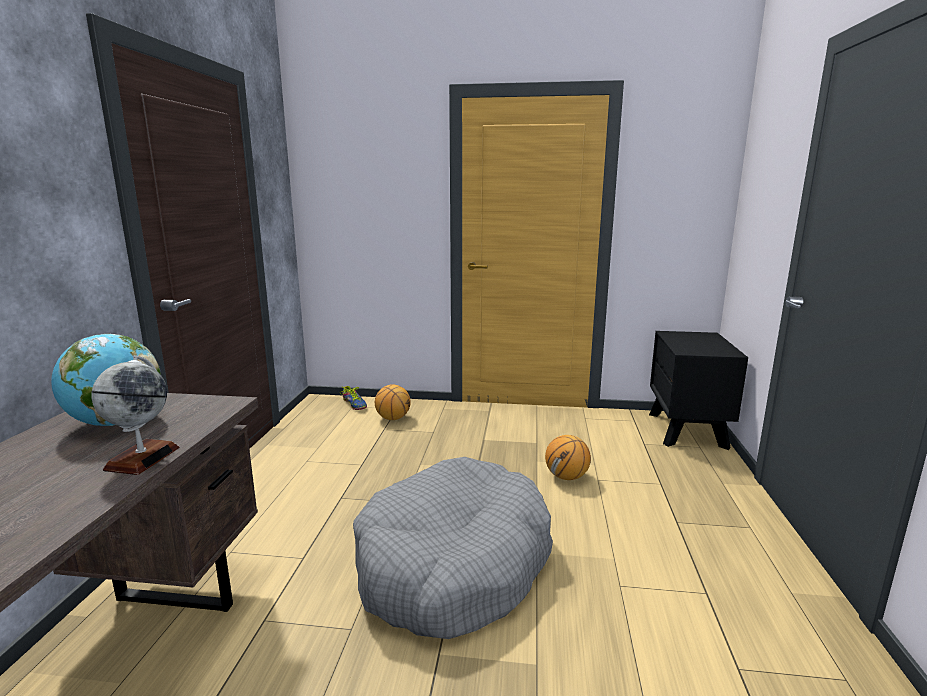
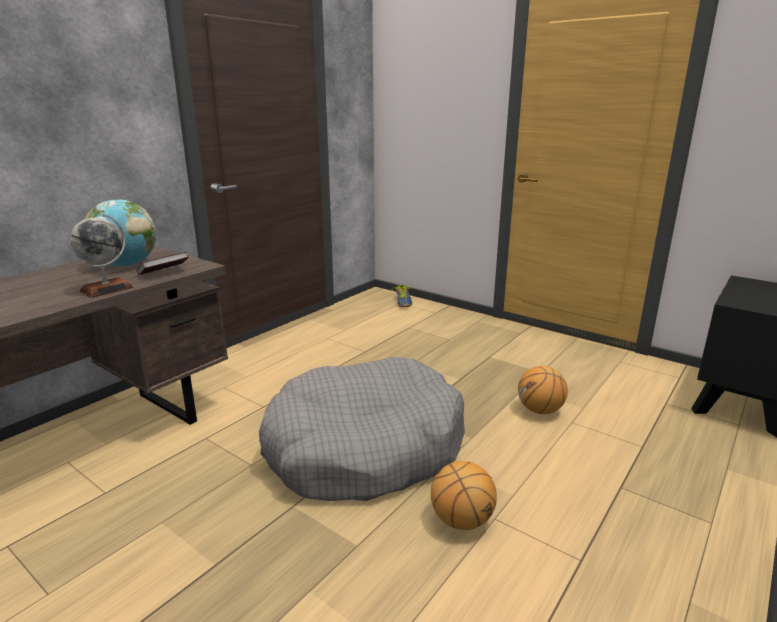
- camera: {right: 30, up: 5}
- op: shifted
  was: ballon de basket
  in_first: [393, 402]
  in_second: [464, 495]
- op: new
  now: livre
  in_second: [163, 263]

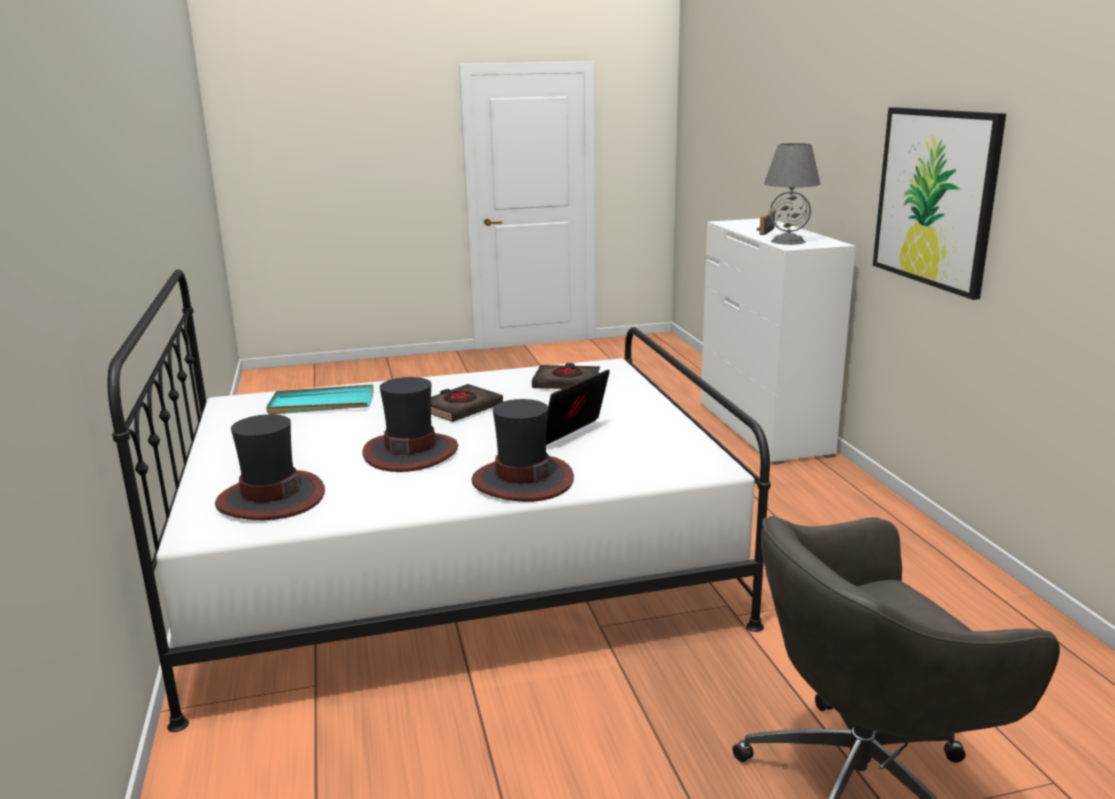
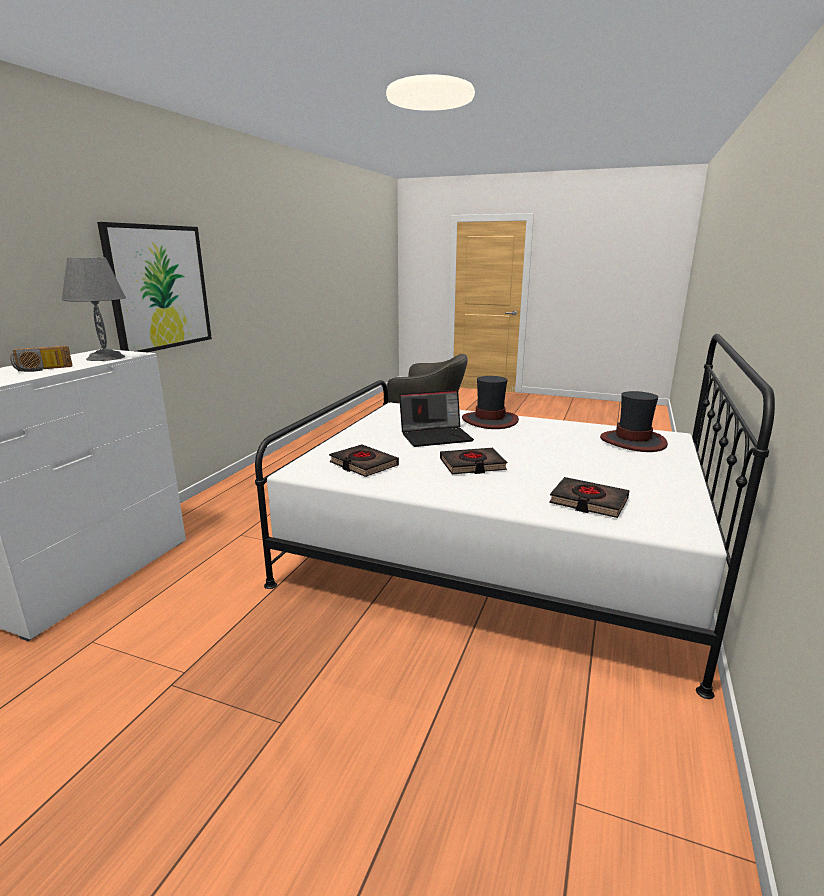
- camera: {right: -145, up: 0}
- op: swapped
  was: plateau (turquoise)
  now: livre (noir)
  in_first: [320, 399]
  in_second: [589, 497]
- op: gone
  was: chapeau
  in_first: [410, 424]

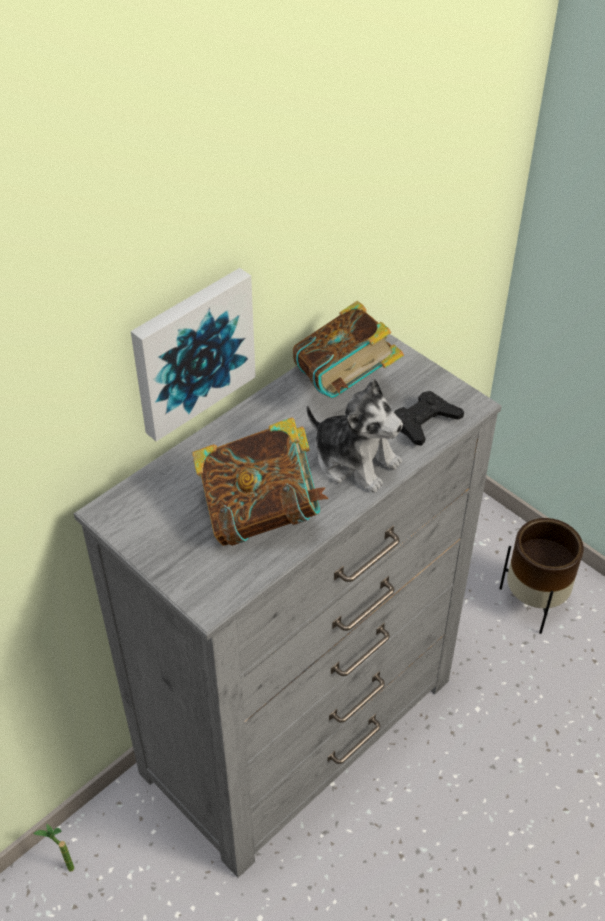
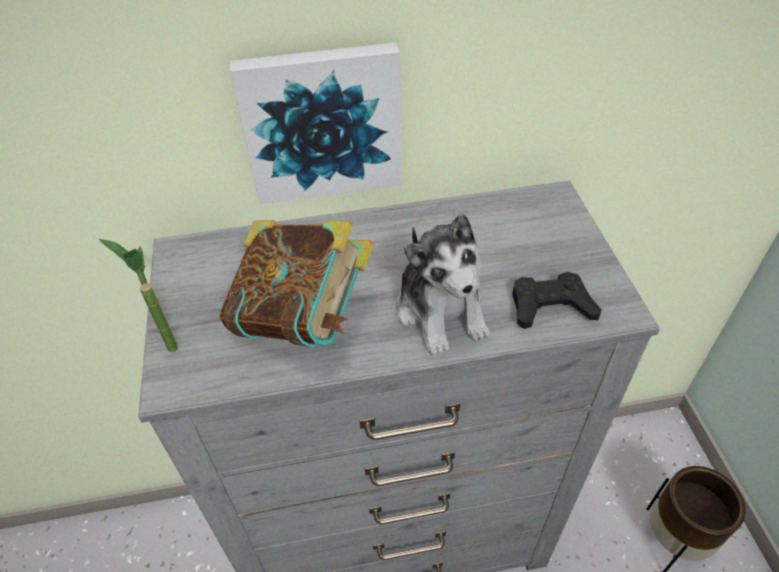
- camera: {right: 35, up: 0}
- op: shifted
  was: plante en pot
  in_first: [53, 847]
  in_second: [138, 295]
- op: gone
  was: livre
  in_first: [348, 349]

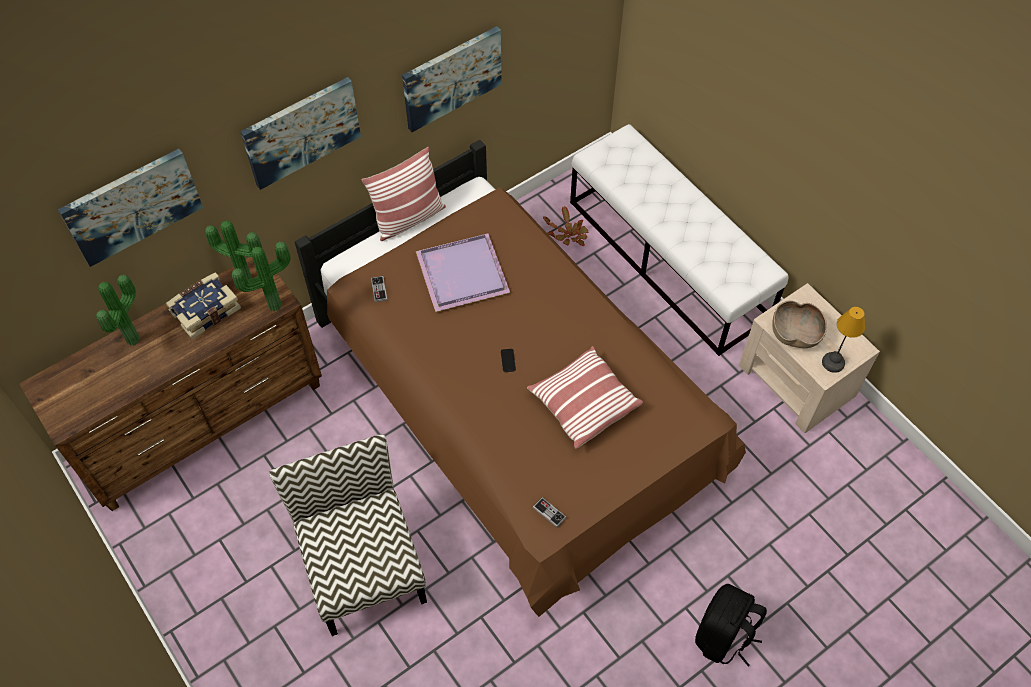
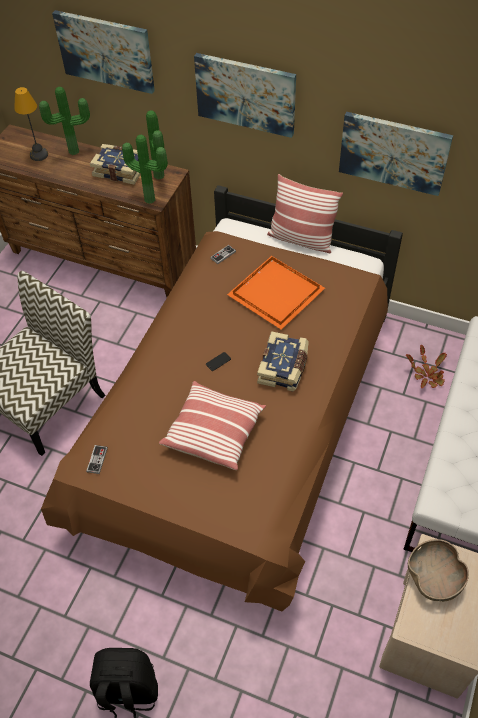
- camera: {right: 60, up: -5}
- op: repainted
  was: plateau (violet)
  now: plateau (orange)
  in_first: [463, 272]
  in_second: [276, 293]
- op: shifted
  was: lampe de table
  in_first: [843, 340]
  in_second: [31, 124]
- op: new
  now: livre
  in_second: [283, 361]

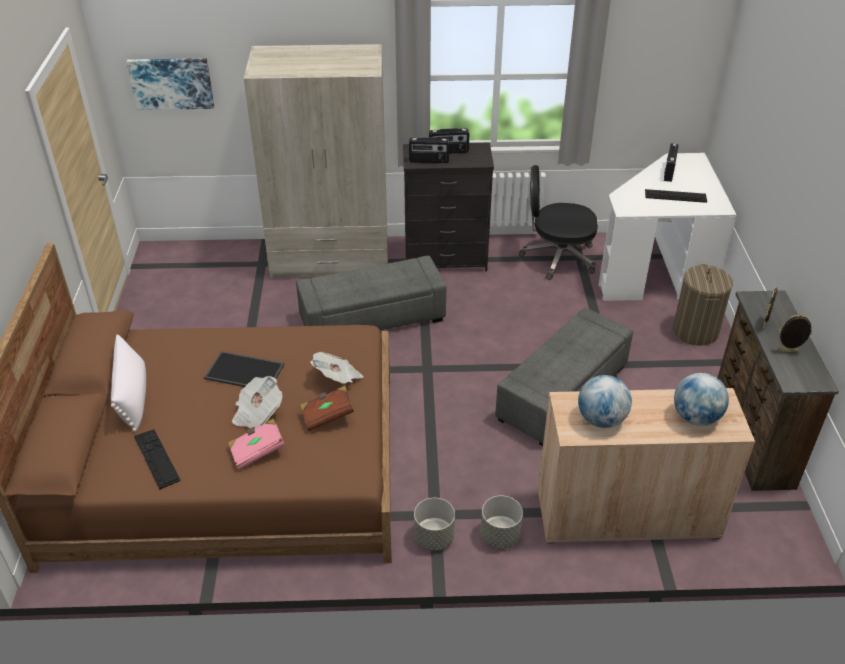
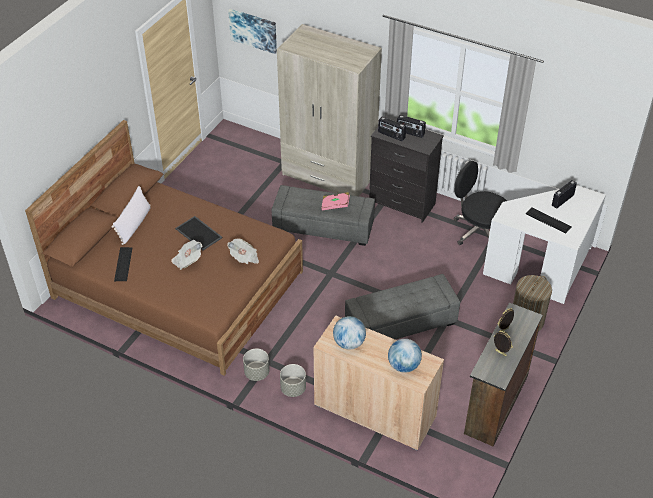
- camera: {right: 30, up: 5}
- op: shifted
  was: livre (rose)
  in_first: [256, 444]
  in_second: [335, 201]
- op: gone
  was: livre (marron)
  in_first: [327, 408]

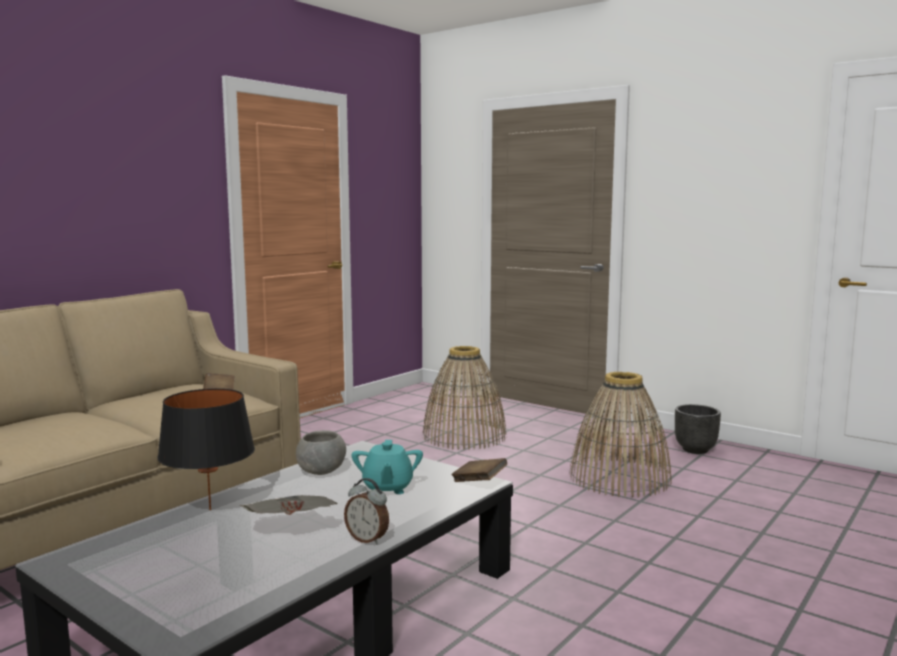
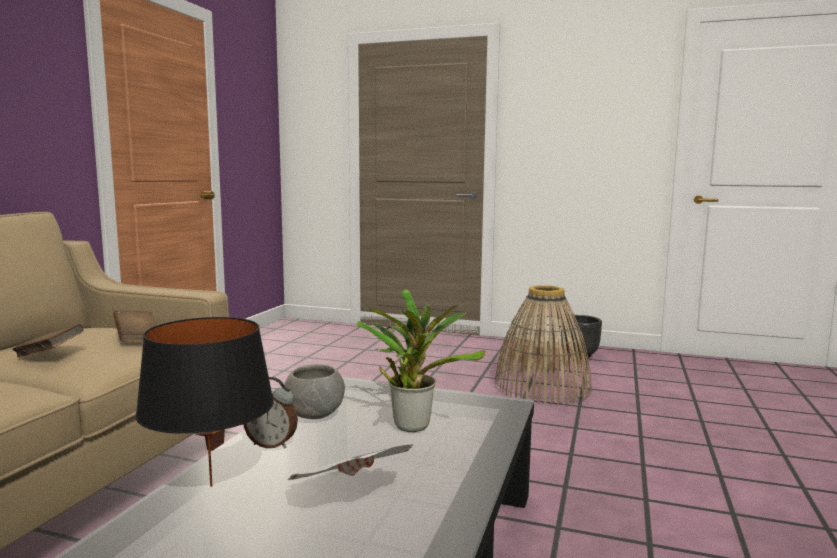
- camera: {right: -20, up: 0}
- op: shifted
  was: réveil
  in_first: [366, 511]
  in_second: [270, 412]
- op: swapped
  was: théière (turquoise)
  now: plante en pot
  in_first: [387, 467]
  in_second: [421, 360]
- op: gone
  was: panier
  in_first: [464, 398]
- op: shifted
  was: livre (marron)
  in_first: [479, 470]
  in_second: [48, 340]

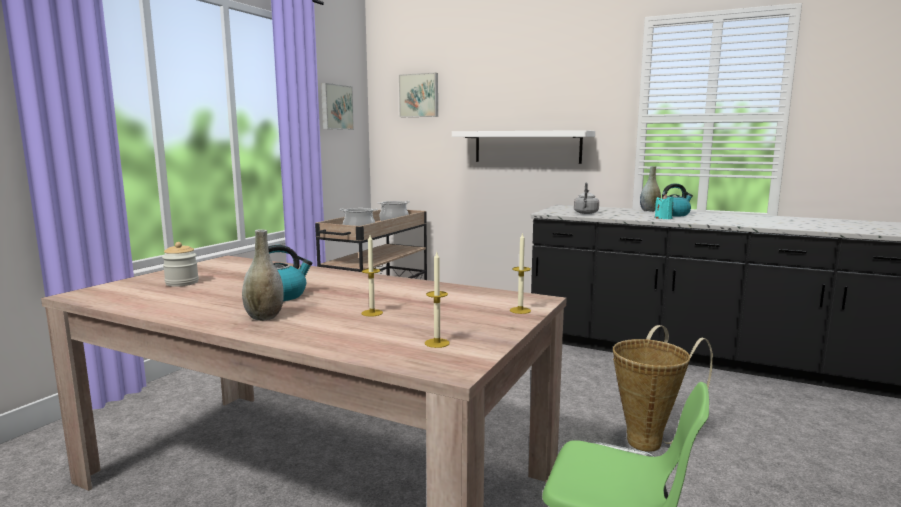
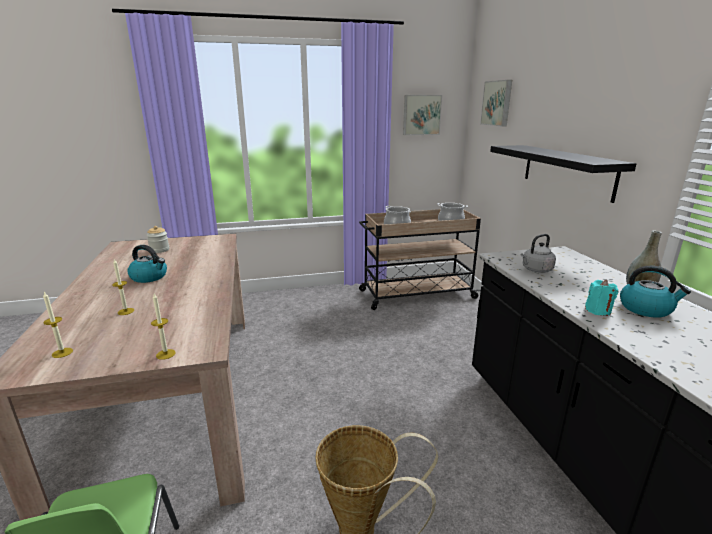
- camera: {right: 50, up: 10}
- op: gone
  was: vase (gris)
  in_first: [263, 275]
- op: repainted
  was: étagère (blanc)
  now: étagère (noir)
  in_first: [523, 147]
  in_second: [563, 174]

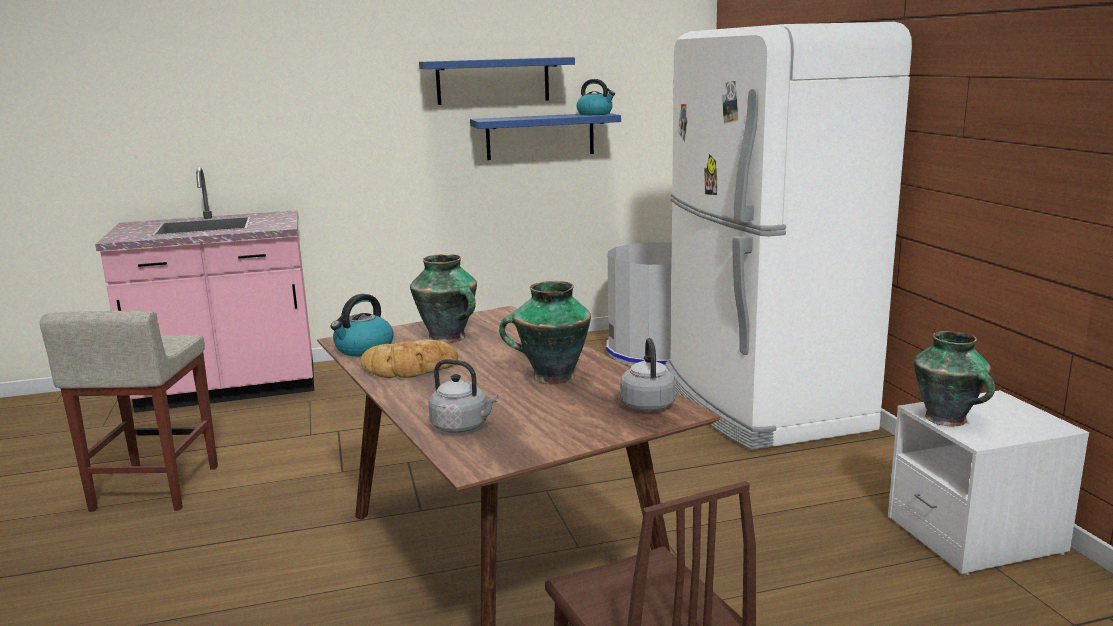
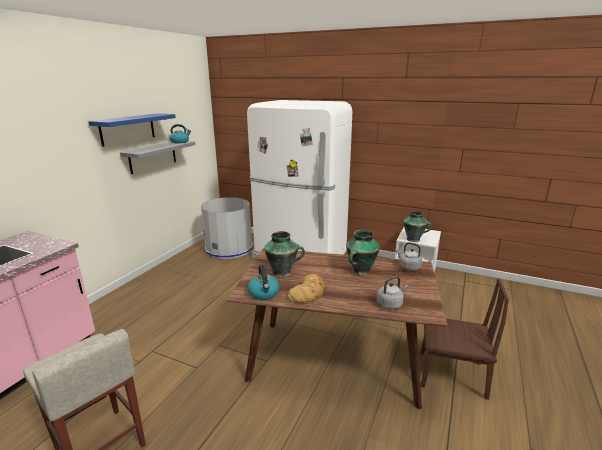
- camera: {right: -50, up: 5}
- op: repainted
  was: étagère (bleu)
  now: étagère (gris)
  in_first: [545, 136]
  in_second: [158, 157]

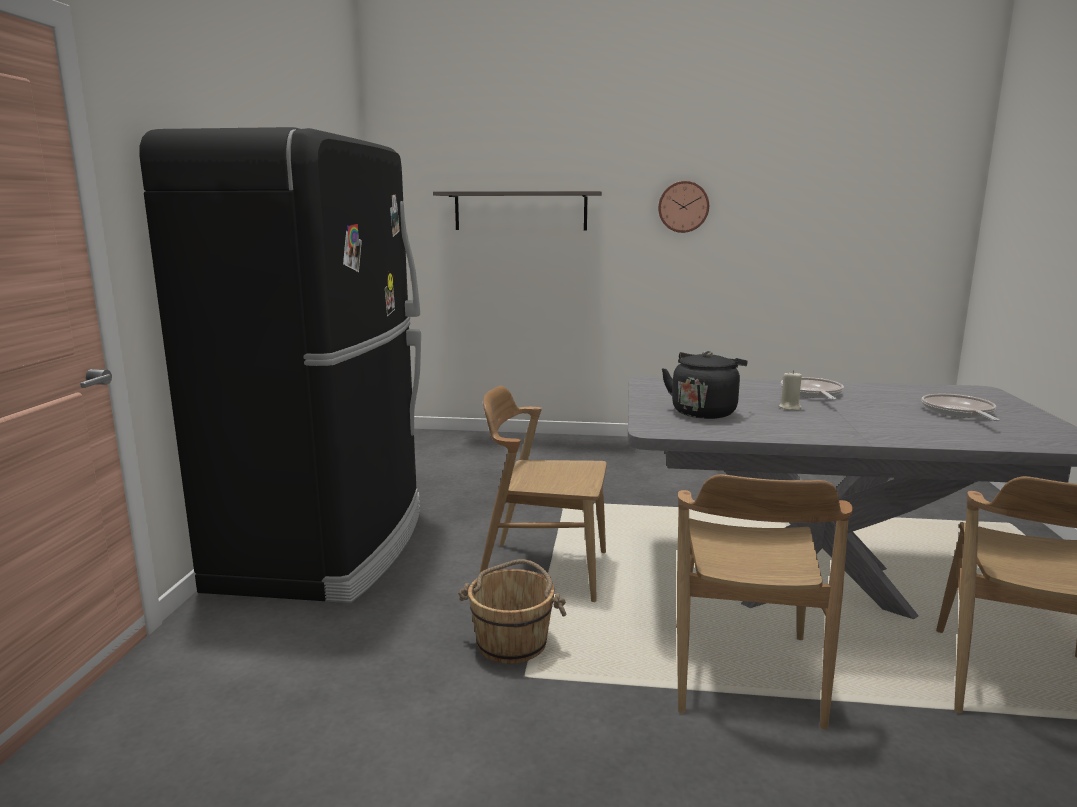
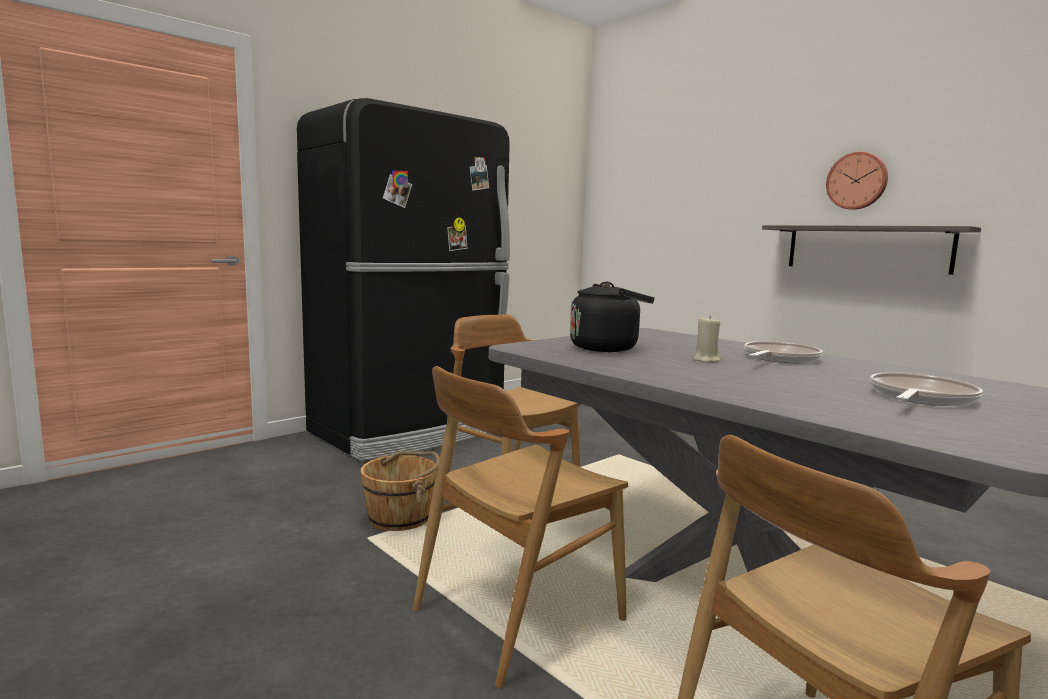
- camera: {right: 40, up: -5}
- op: shifted
  was: étagère
  in_first: [517, 210]
  in_second: [871, 250]

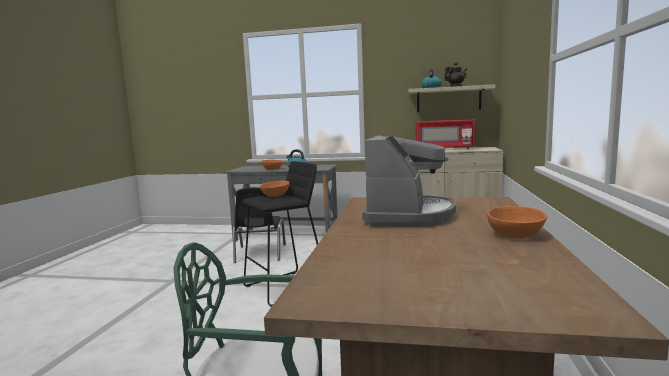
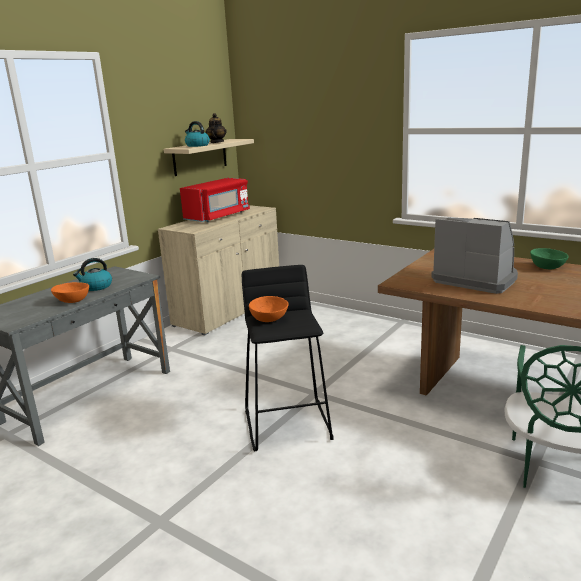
- camera: {right: -65, up: 10}
- op: gone
  was: chaise (noir)
  in_first: [259, 225]
- op: repainted
  was: bol (orange)
  now: bol (vert)
  in_first: [517, 222]
  in_second: [549, 258]

